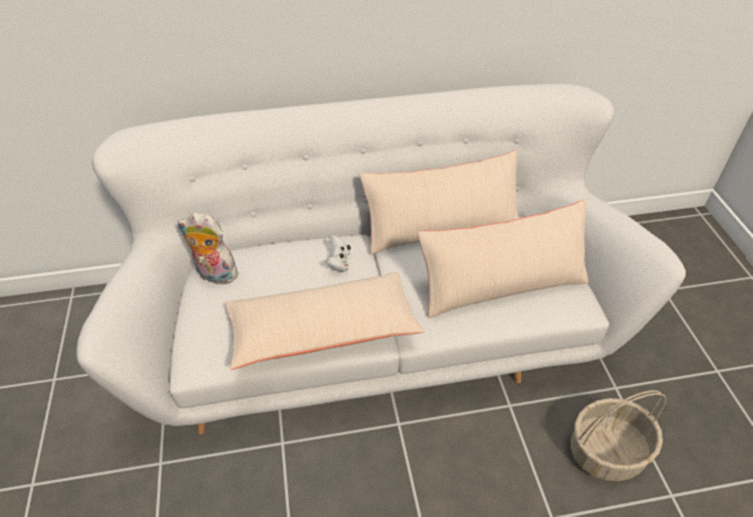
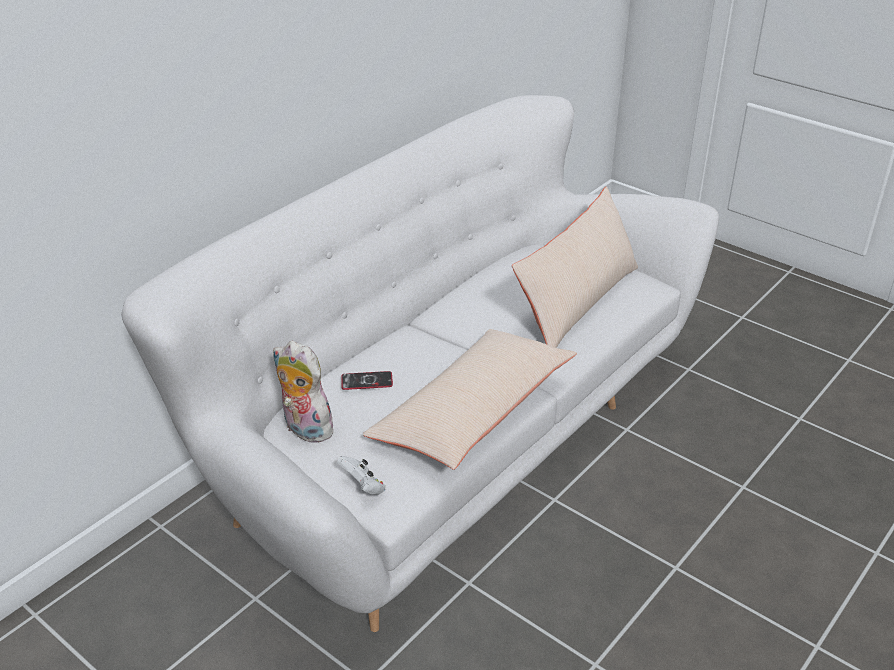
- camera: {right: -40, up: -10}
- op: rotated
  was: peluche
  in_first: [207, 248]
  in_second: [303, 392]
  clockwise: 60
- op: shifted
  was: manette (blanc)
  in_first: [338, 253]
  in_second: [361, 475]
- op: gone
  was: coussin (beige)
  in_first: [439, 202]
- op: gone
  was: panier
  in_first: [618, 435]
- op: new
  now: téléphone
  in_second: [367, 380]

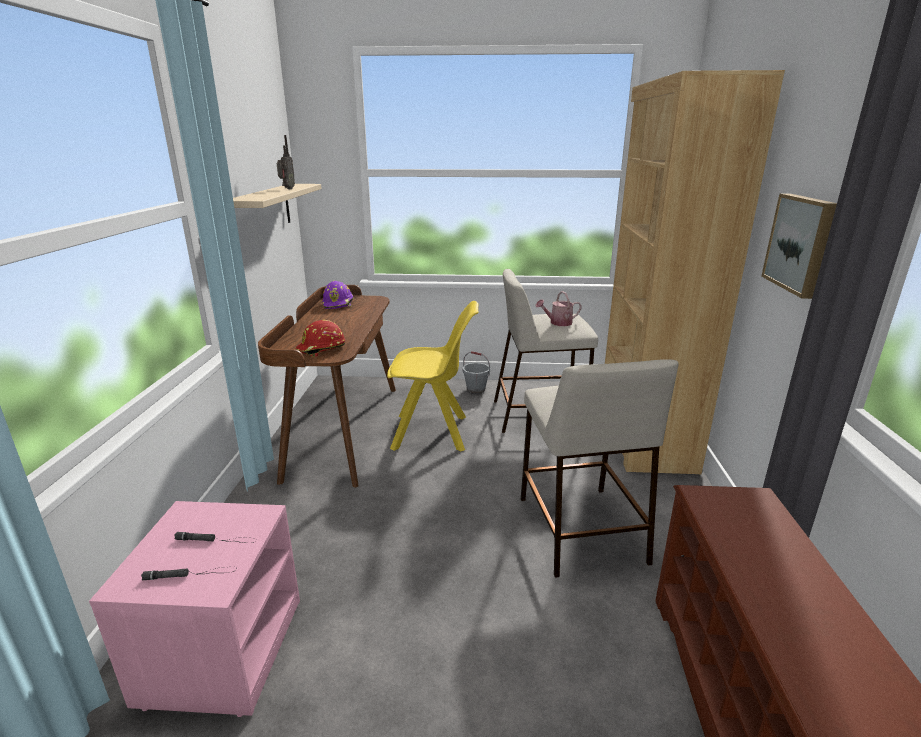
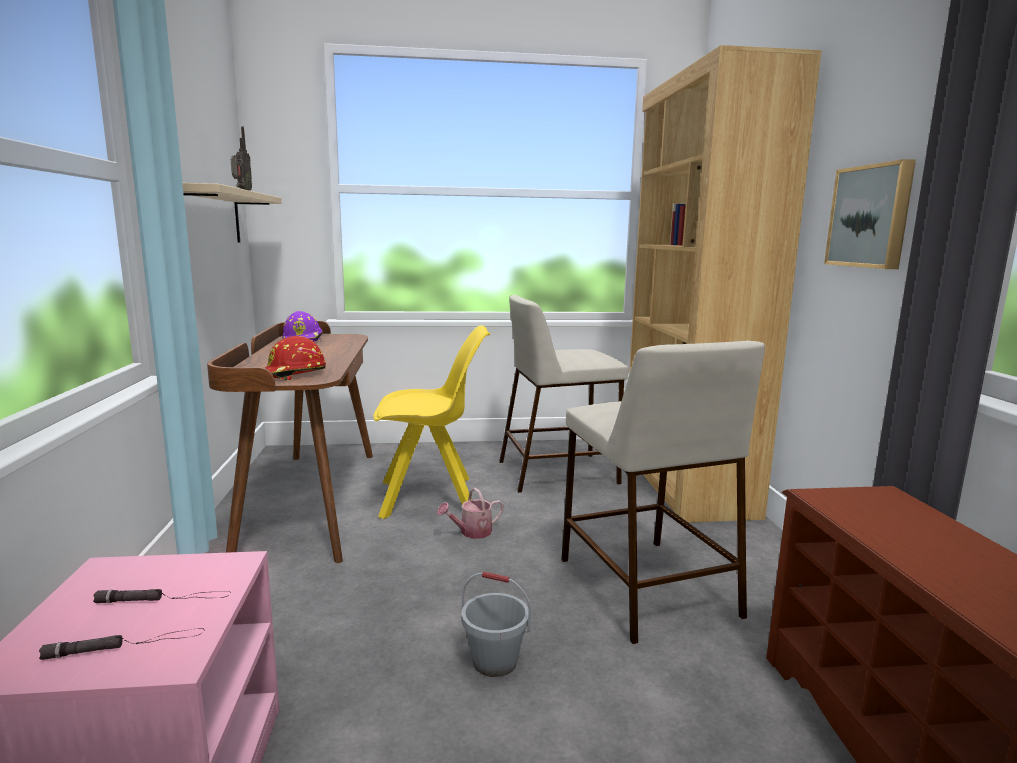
- camera: {right: -10, up: -10}
- op: shifted
  was: seau (gris)
  in_first: [476, 372]
  in_second: [496, 624]
- op: shifted
  was: arrosoir
  in_first: [558, 308]
  in_second: [470, 513]

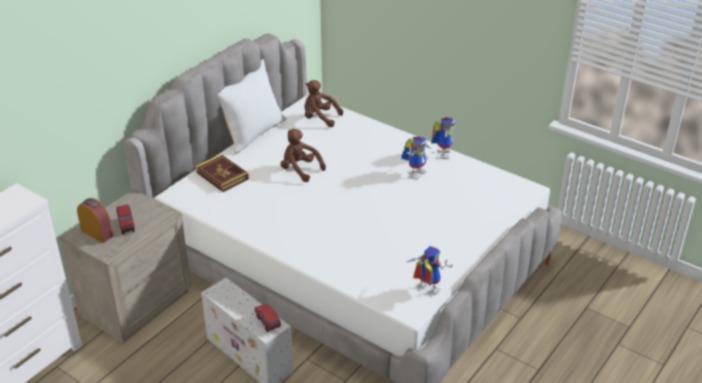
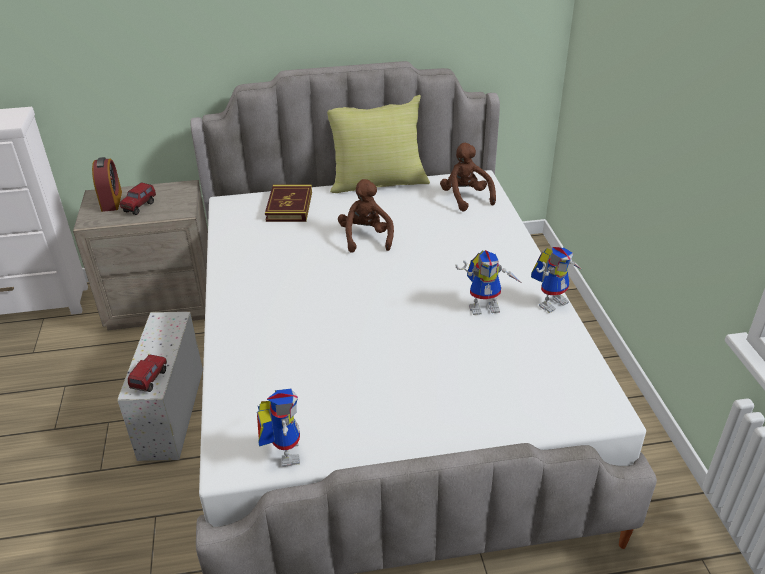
- camera: {right: 45, up: 0}
- op: repainted
  was: coussin (blanc)
  now: coussin (jaune)
  in_first: [252, 106]
  in_second: [378, 144]

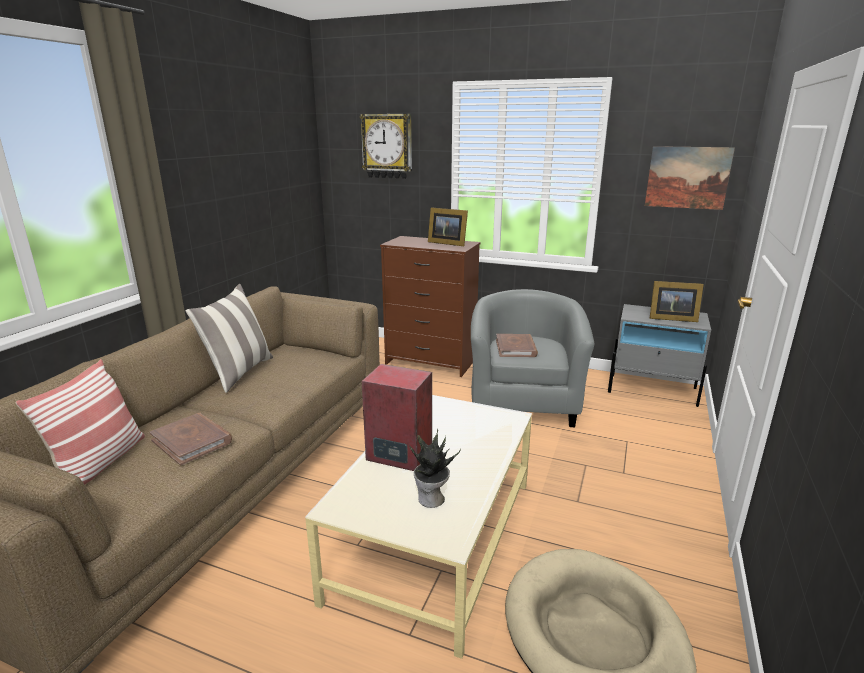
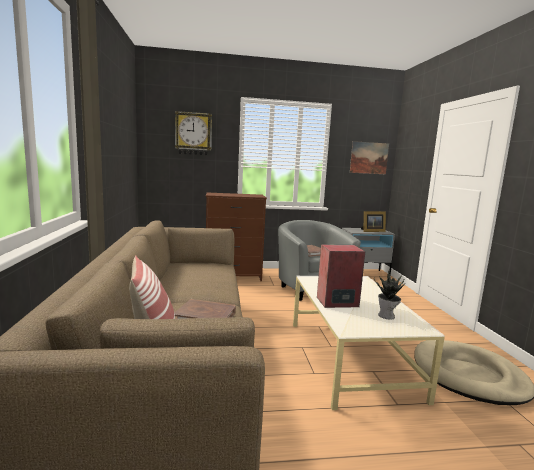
- camera: {right: -30, up: -10}
- op: gone
  was: coussin
  in_first: [229, 338]
- op: gone
  was: cadre photo
  in_first: [448, 226]

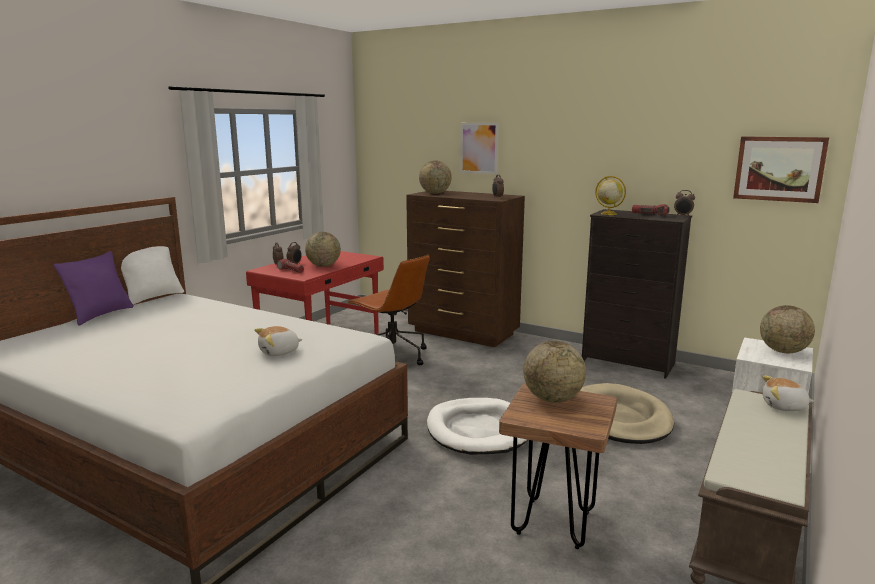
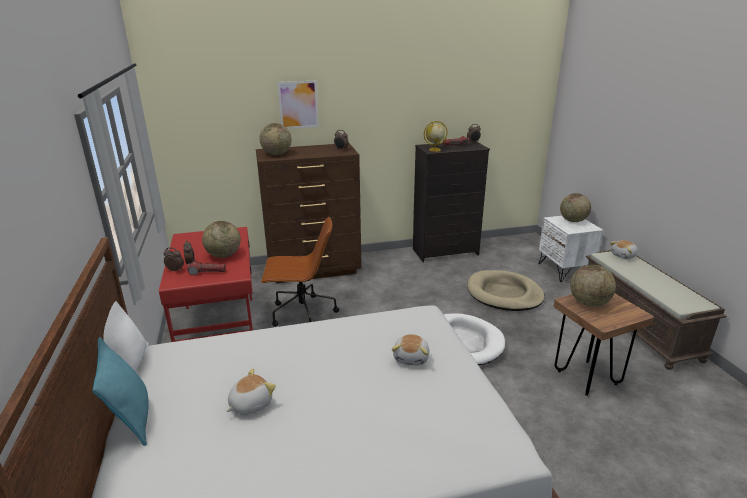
- camera: {right: -45, up: 10}
- op: repainted
  was: coussin (violet)
  now: coussin (turquoise)
  in_first: [94, 288]
  in_second: [120, 391]
- op: gone
  was: tableau
  in_first: [781, 169]
- op: new
  now: peluche
  in_second: [251, 391]

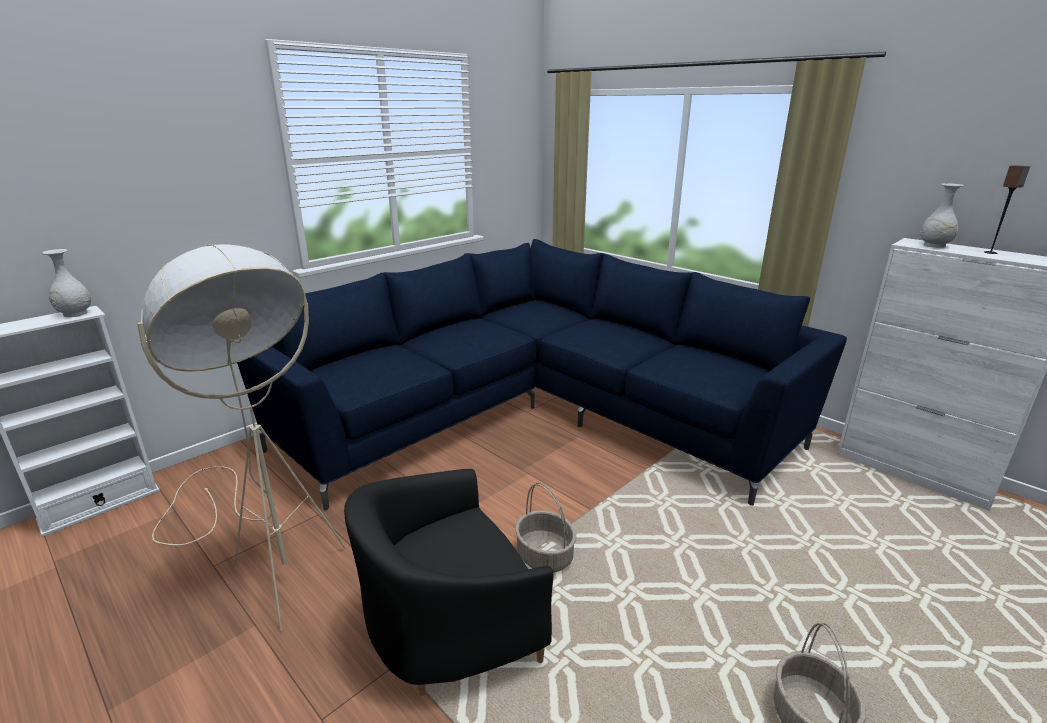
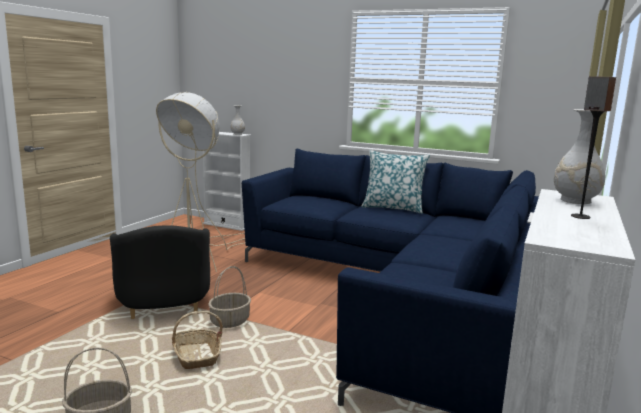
- camera: {right: 70, up: -10}
- op: rotated
  was: fauteuil (noir)
  in_first: [448, 582]
  in_second: [160, 272]
  clockwise: -150
- op: new
  now: panier
  in_second: [197, 340]
- op: new
  now: coussin
  in_second: [395, 182]

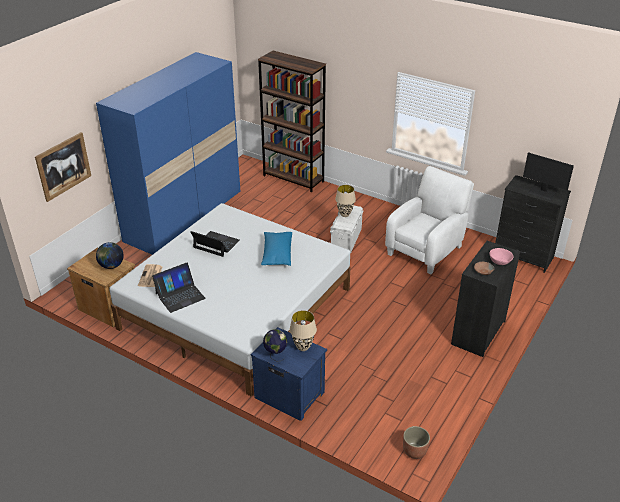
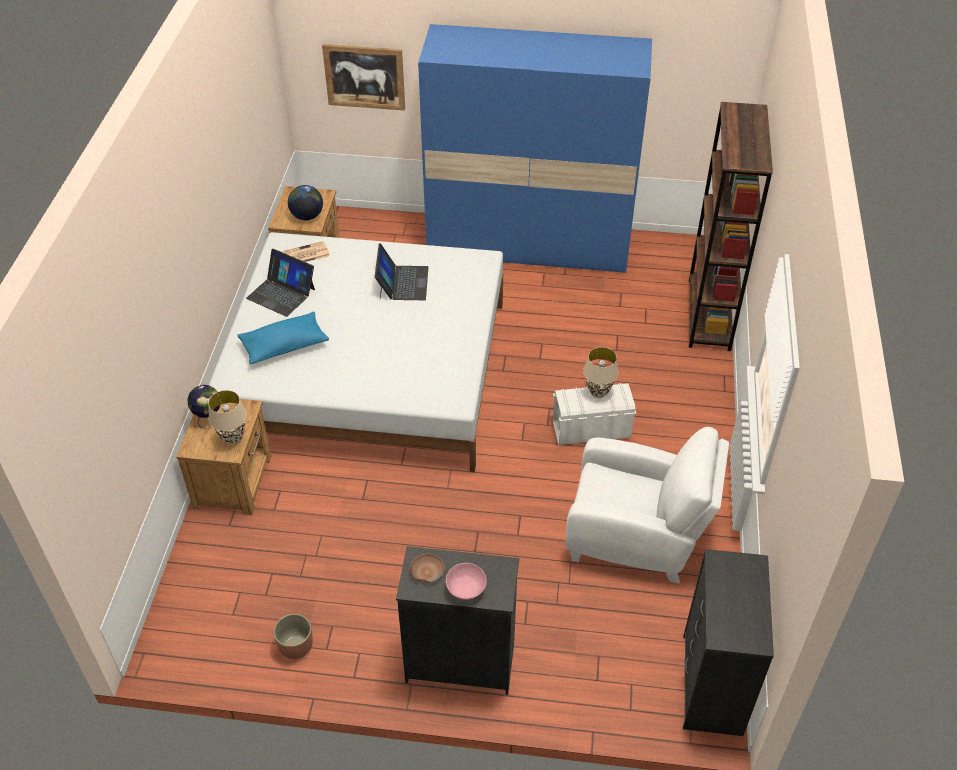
- camera: {right: 65, up: 10}
- op: repainted
  was: table de chevet (bleu)
  now: table de chevet (marron)
  in_first: [289, 374]
  in_second: [223, 457]
- op: shifted
  was: coussin (bleu)
  in_first: [276, 249]
  in_second: [283, 338]
- op: shifted
  was: cache-pot
  in_first: [416, 442]
  in_second: [293, 636]
- op: gone
  was: écran d'ordinateur
  in_first: [548, 176]

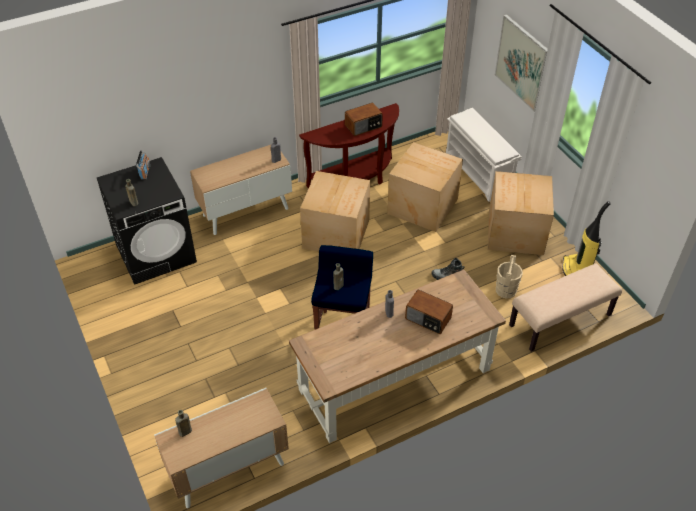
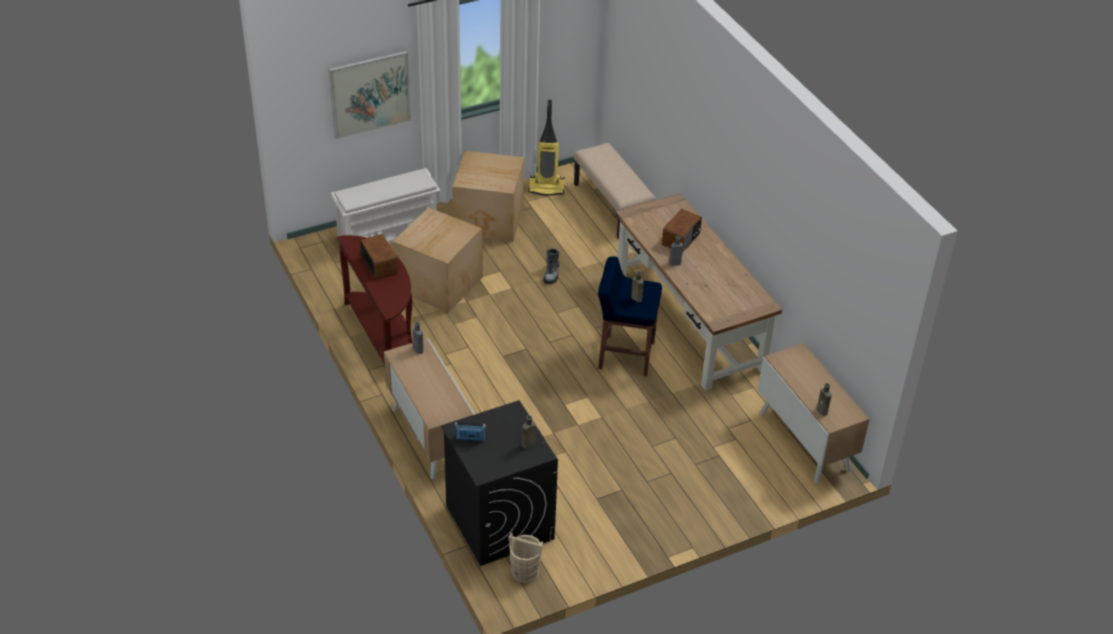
- camera: {right: -90, up: -5}
- op: gone
  was: carton
  in_first: [335, 211]
- op: shifted
  was: seau (beige)
  in_first: [509, 277]
  in_second: [526, 558]

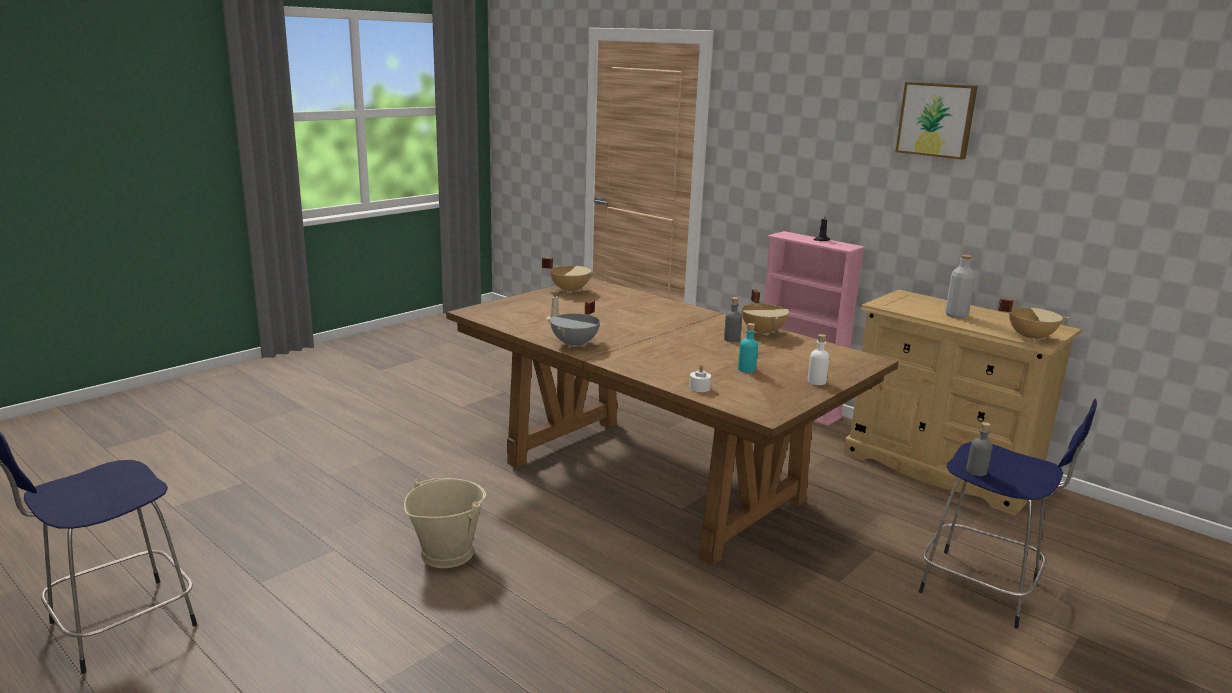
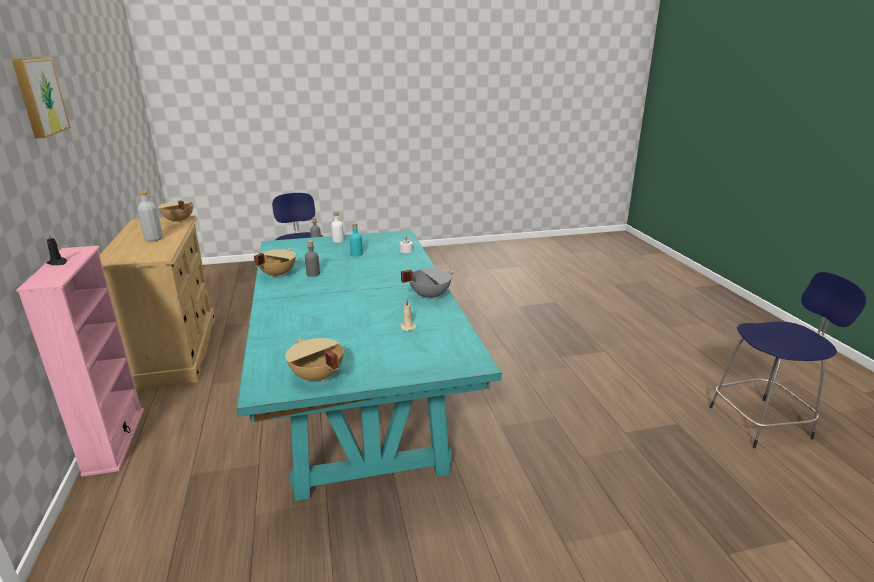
- camera: {right: -145, up: 5}
- op: gone
  was: seau (beige)
  in_first: [445, 523]
- op: repainted
  was: table à manger (marron)
  now: table à manger (turquoise)
  in_first: [672, 422]
  in_second: [369, 365]

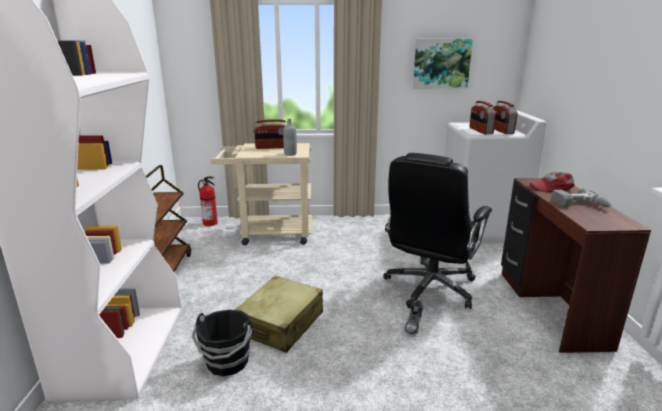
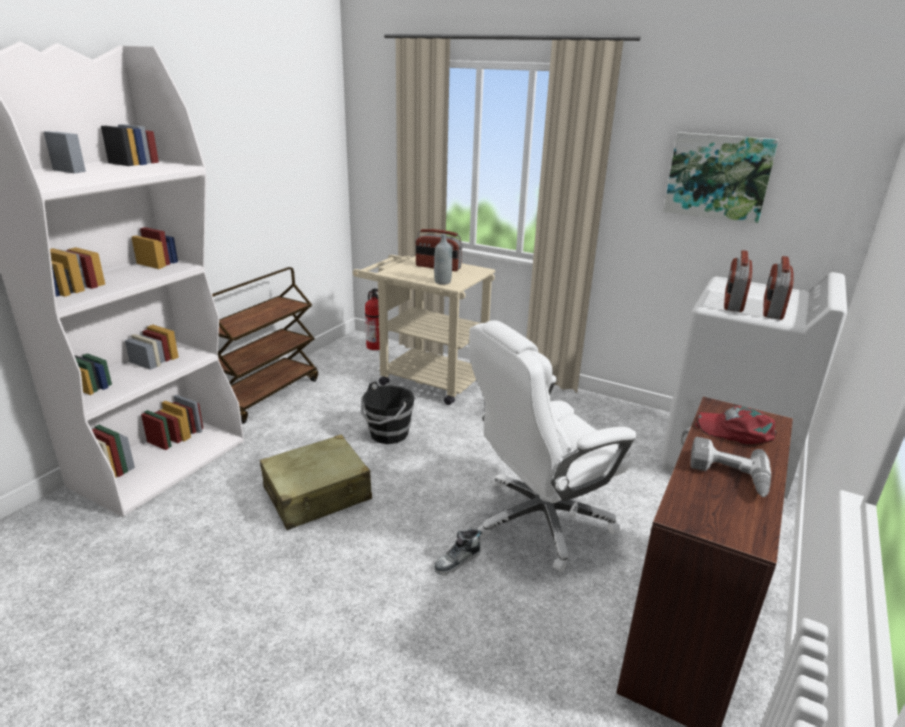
- camera: {right: 30, up: 5}
- op: shifted
  was: seau (noir)
  in_first: [222, 343]
  in_second: [388, 412]
- op: repainted
  was: chaise de bureau (noir)
  now: chaise de bureau (blanc)
  in_first: [438, 231]
  in_second: [553, 446]

